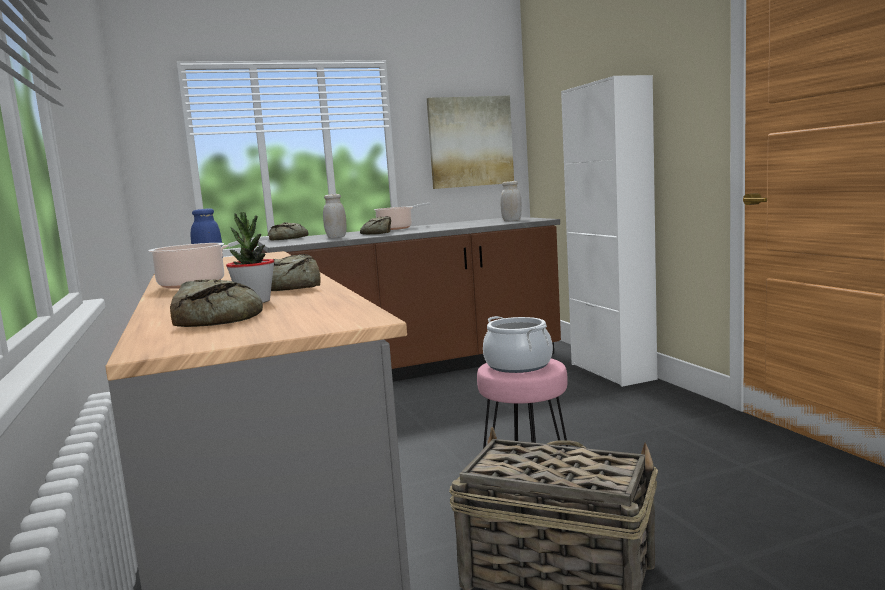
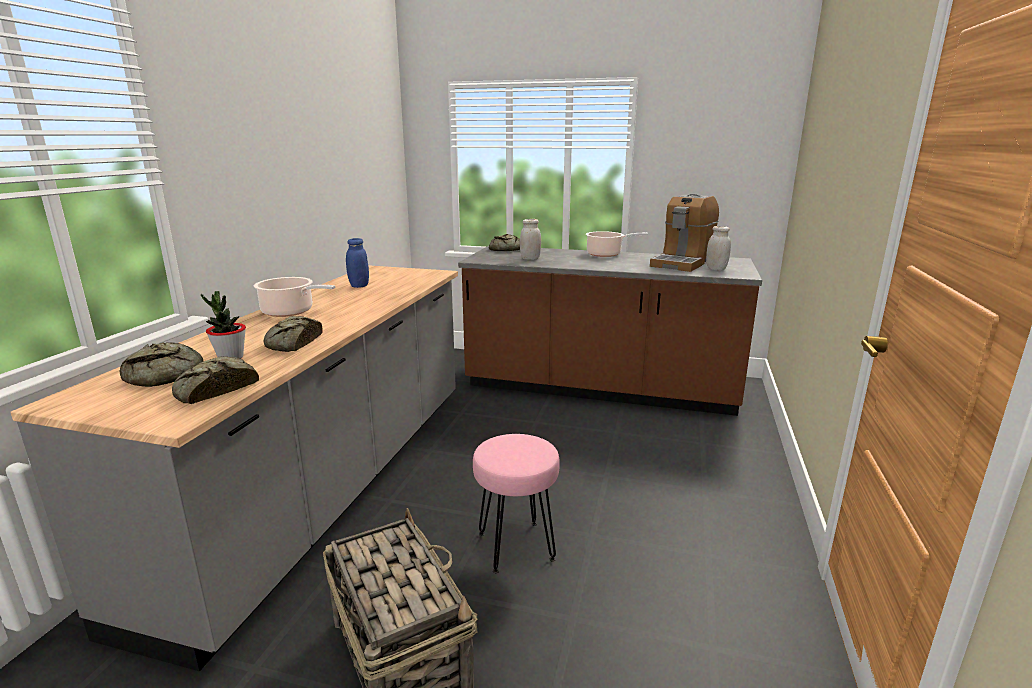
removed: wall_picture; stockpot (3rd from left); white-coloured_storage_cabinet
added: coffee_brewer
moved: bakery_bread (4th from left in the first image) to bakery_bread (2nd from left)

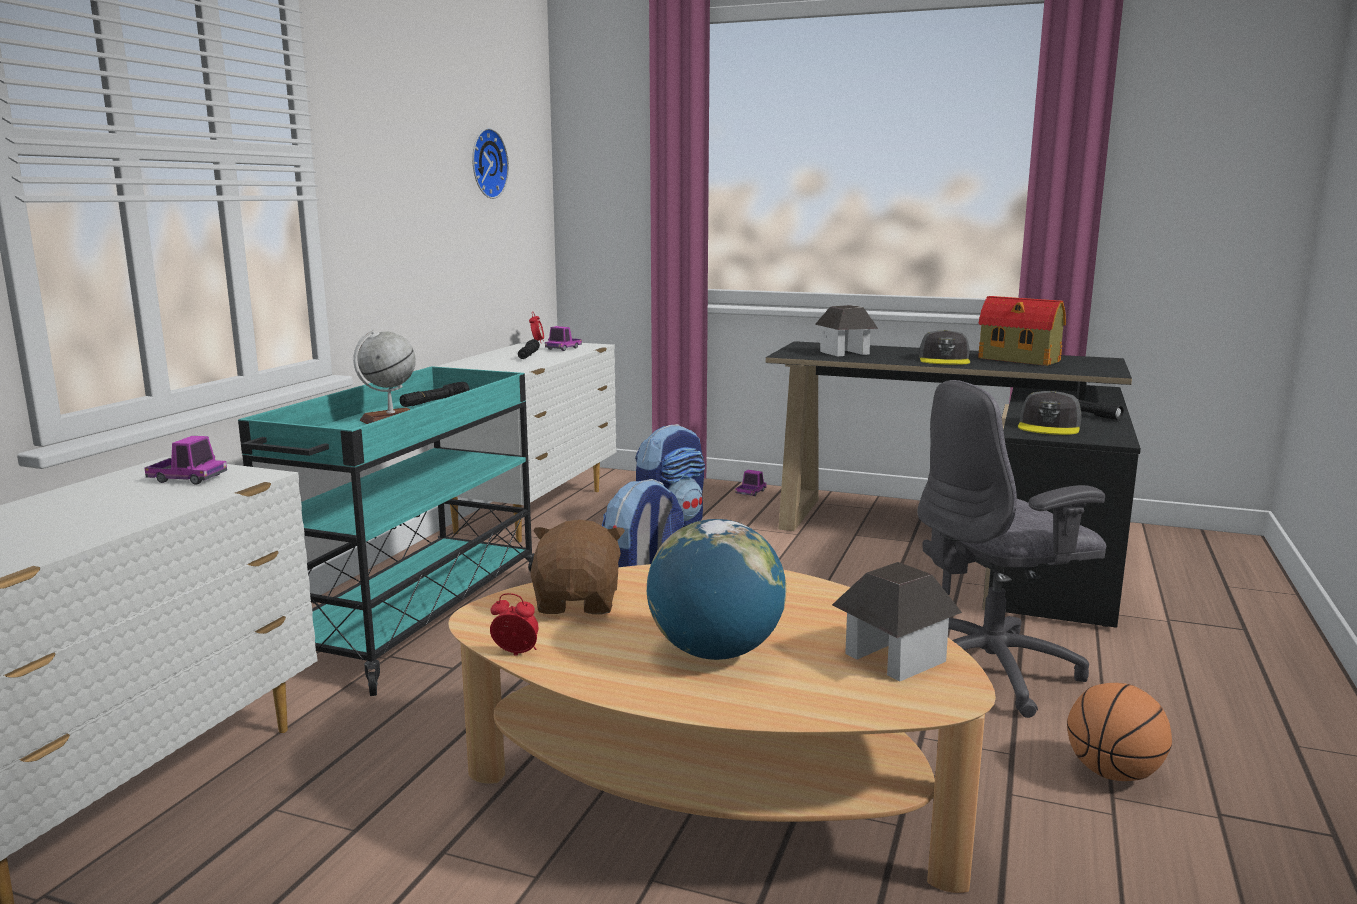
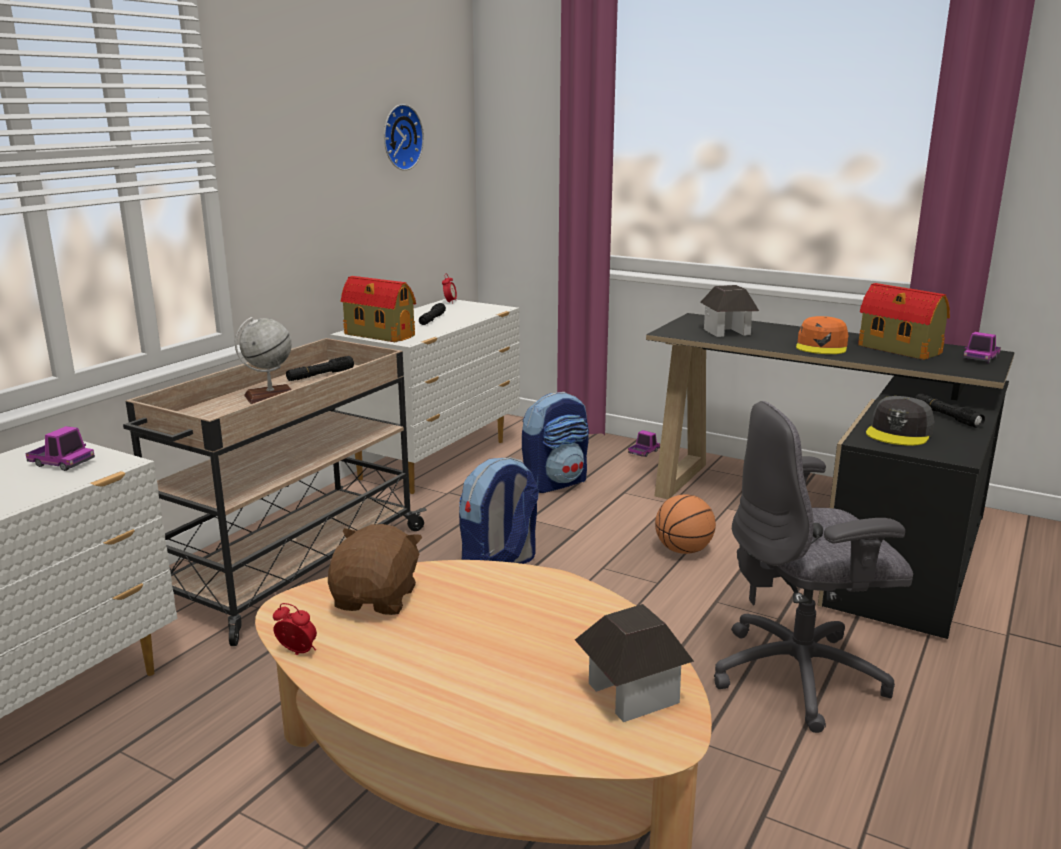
removed: desk_globe (2nd from left)
added: model_house (1st from left)
moved: basketball_ball; model_truck (2nd from left in the first image) to model_truck (3rd from left)
recoloured: blue-green_cart to sand-coloured_cart; greyish_peaked_cap (1st from left) to orange-coloured_peaked_cap

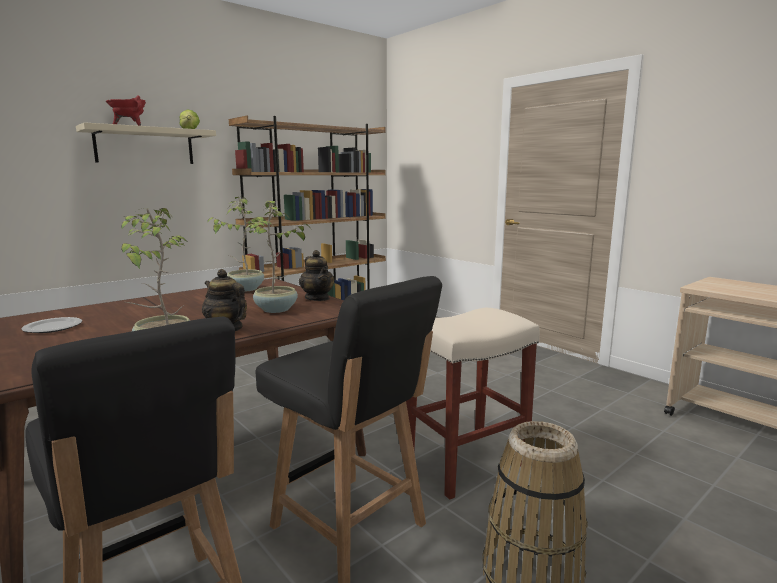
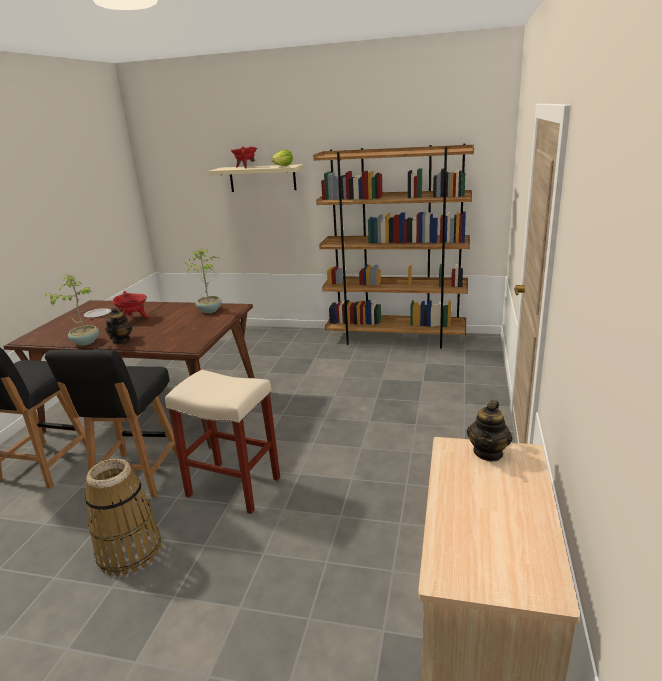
removed: plant_in_a_pot (3rd from left)
added: red-coloured_stockpot (1st from left)
moved: teapot (2nd from left)

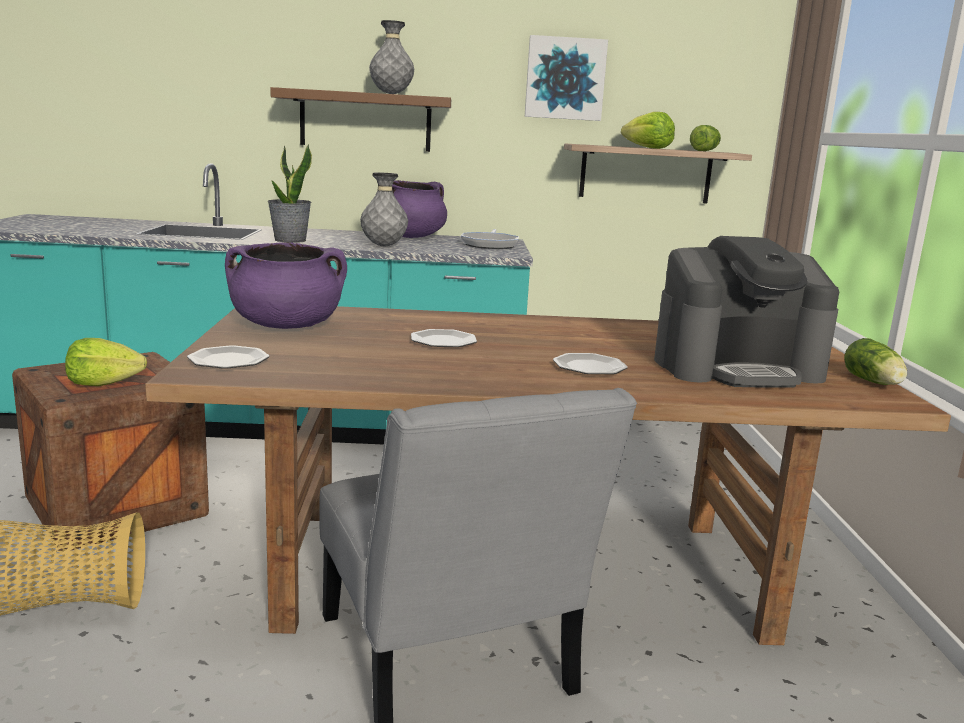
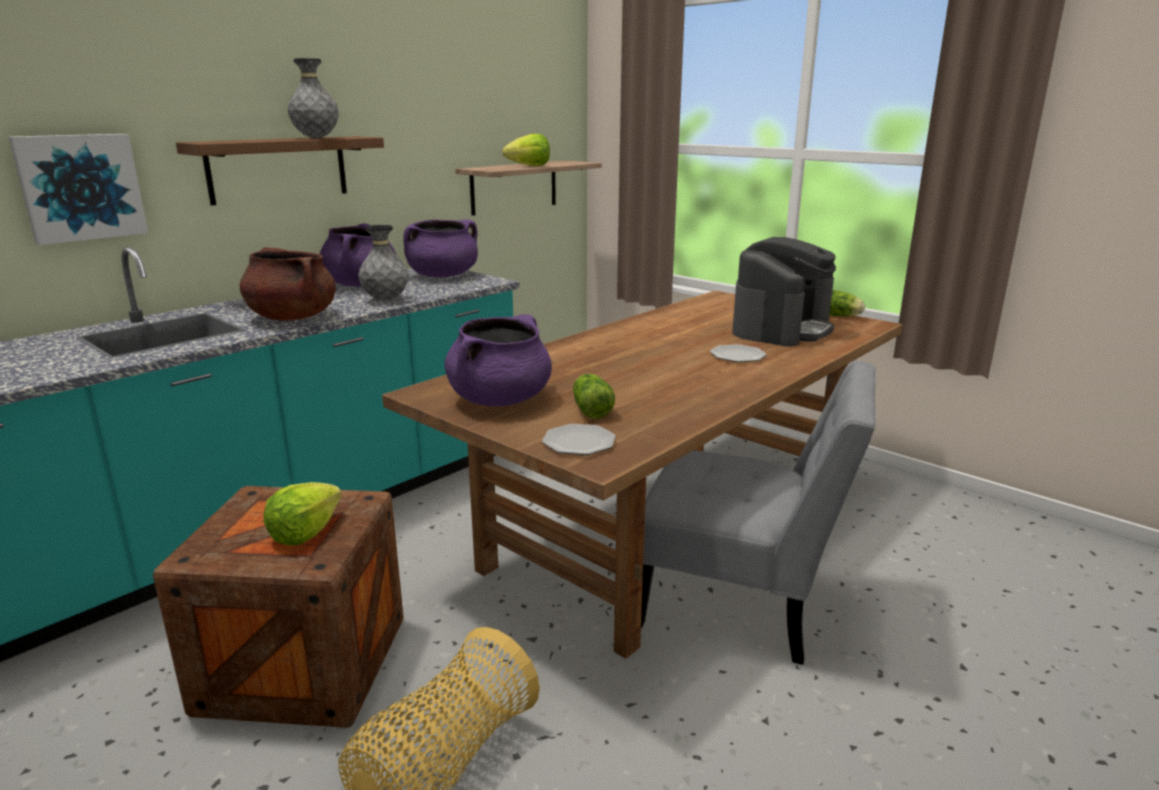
removed: flat_dish (2nd from left)
moved: wall_picture; lettuce (3rd from left)
replaced: plant_in_a_pot to brownish_stockpot; skillet to purple_stockpot (2nd from left)

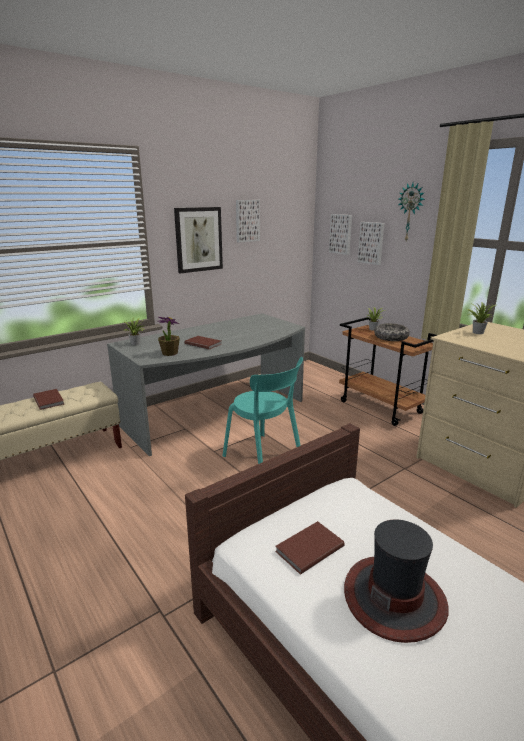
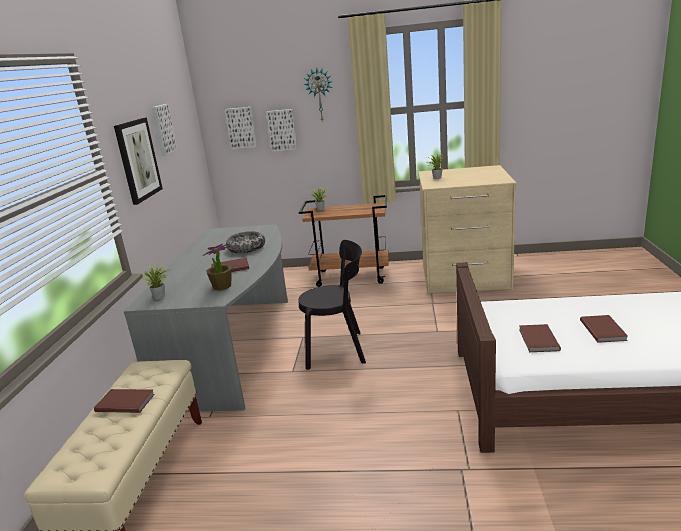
moved: serving_bowl
replaced: hat to brownish_bound_book (4th from left)
recoloured: blue-green_chair to blackish_chair

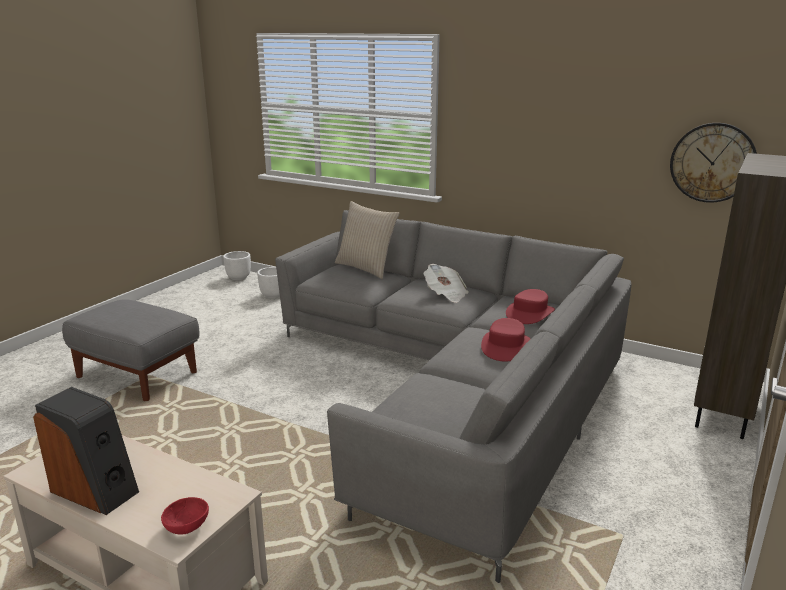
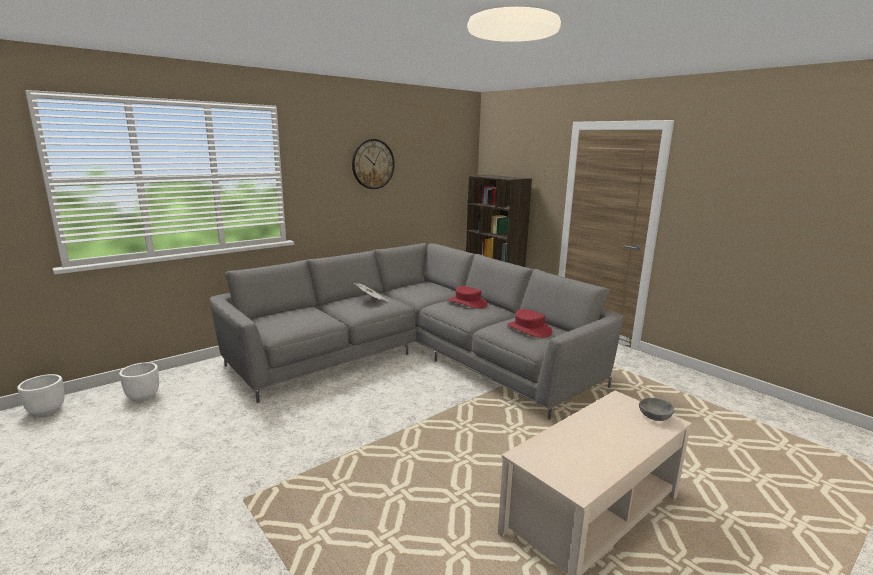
removed: audio_speaker; greyish_footrest; sand-coloured_throw_pillow
moved: wall_clock; red-coloured_hat (2nd from left)
recoloured: red-coloured_serving_bowl to greyish_serving_bowl

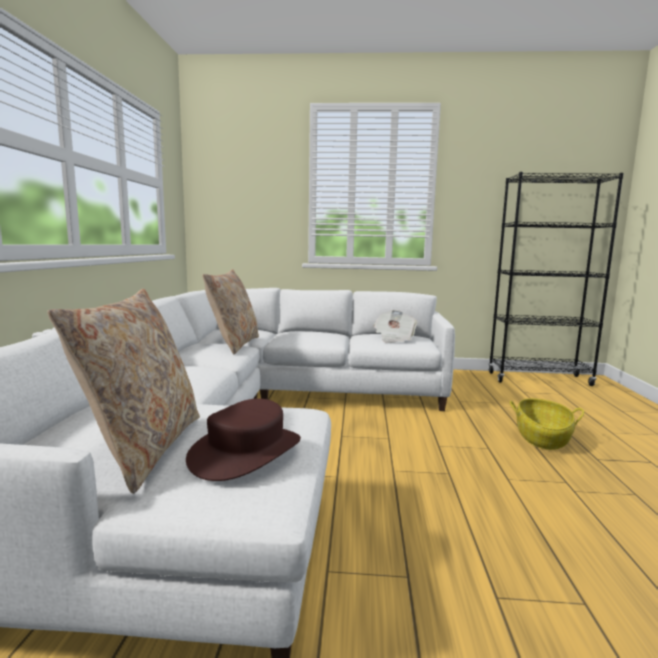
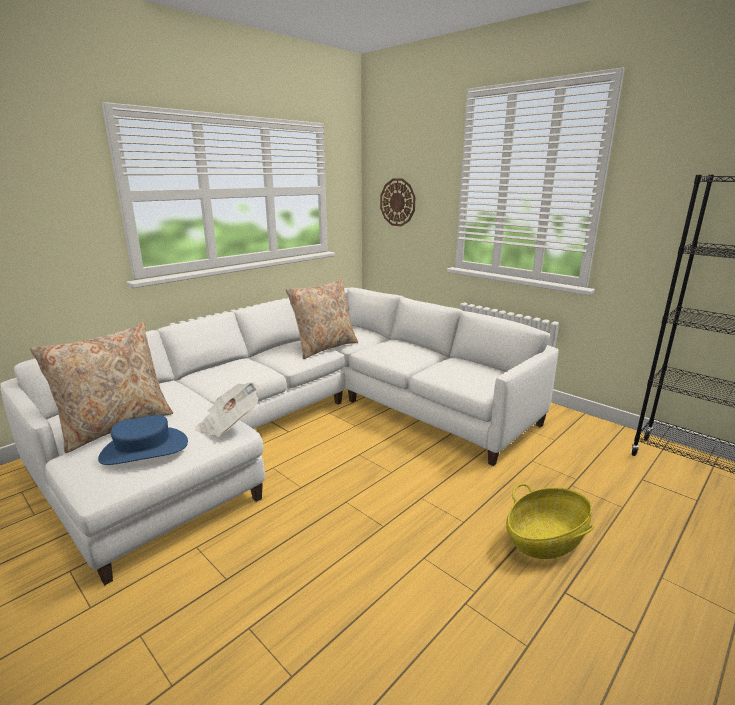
added: wall_clock
moved: printed_paper
recoloured: brownish_hat to blue-coloured_hat

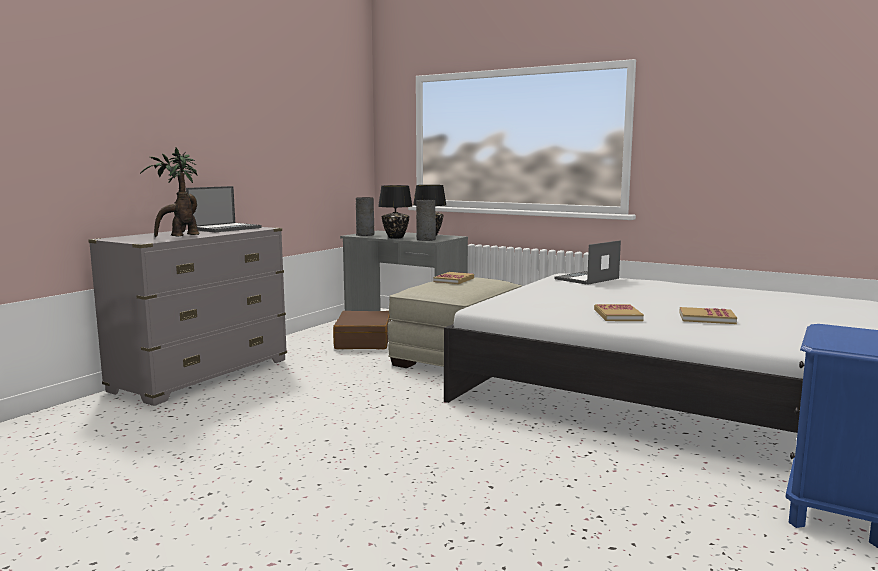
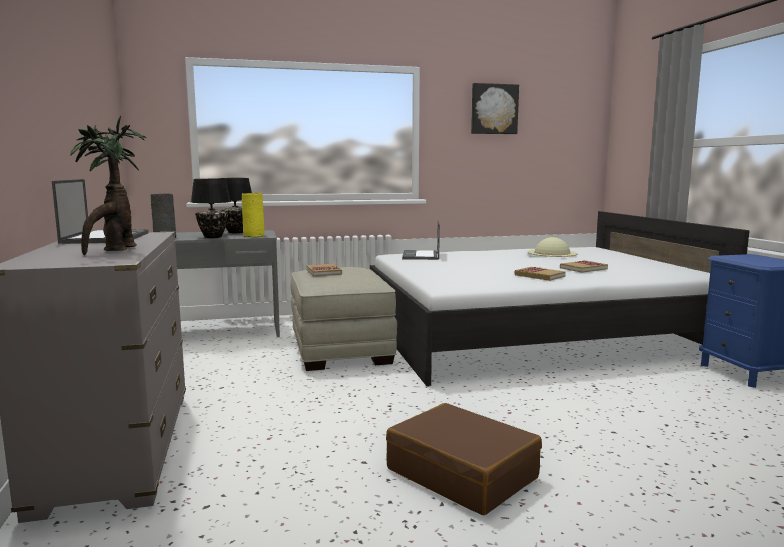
added: wall_picture; sand-coloured_hat
moved: brownish_suitcase
recoloured: greyish_vase (2nd from left) to yellowish_vase

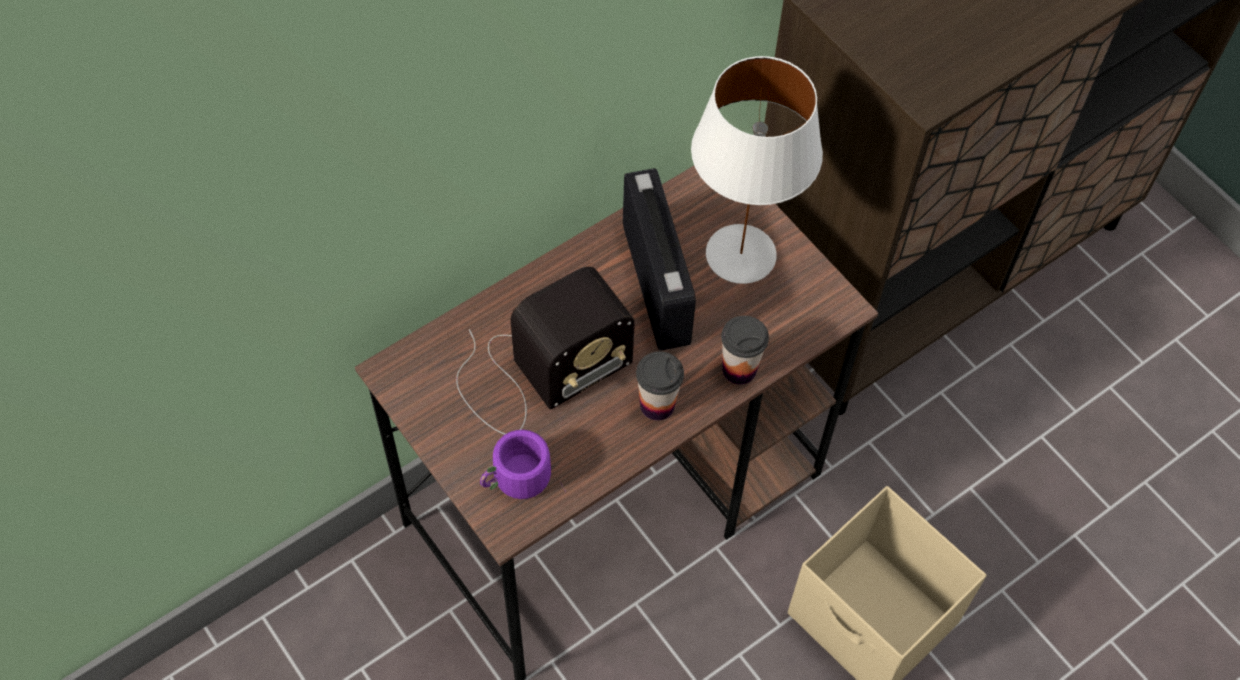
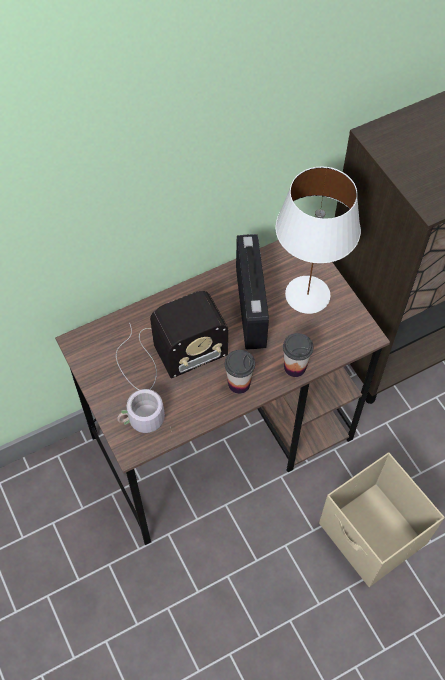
recoloured: purple_coffee_mug to greyish_coffee_mug

